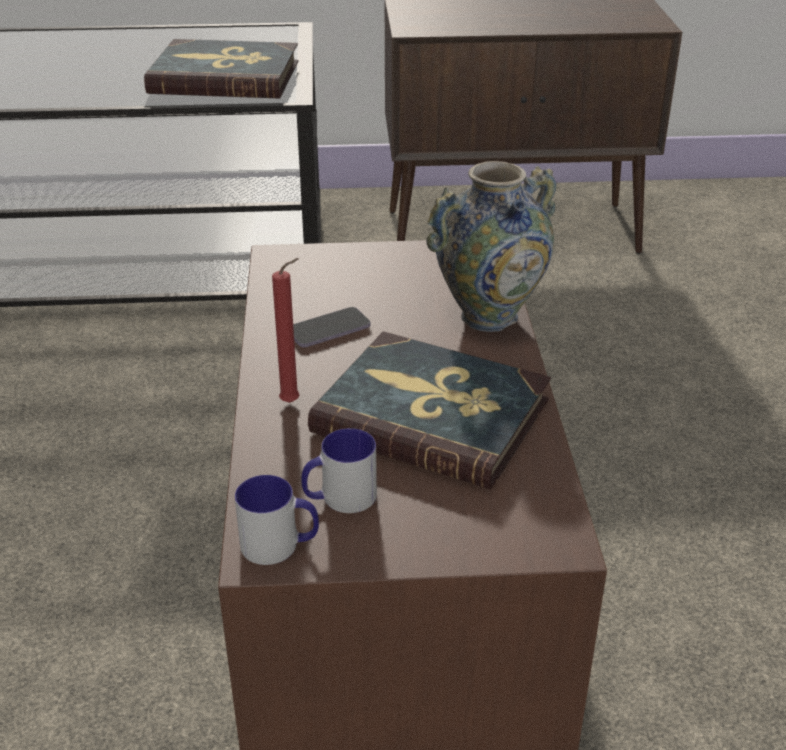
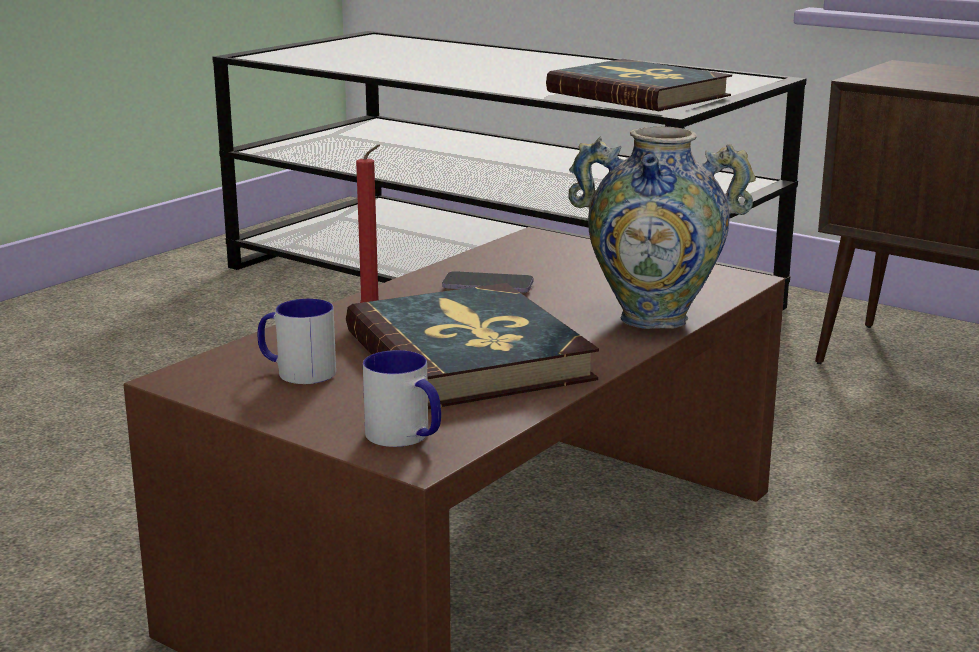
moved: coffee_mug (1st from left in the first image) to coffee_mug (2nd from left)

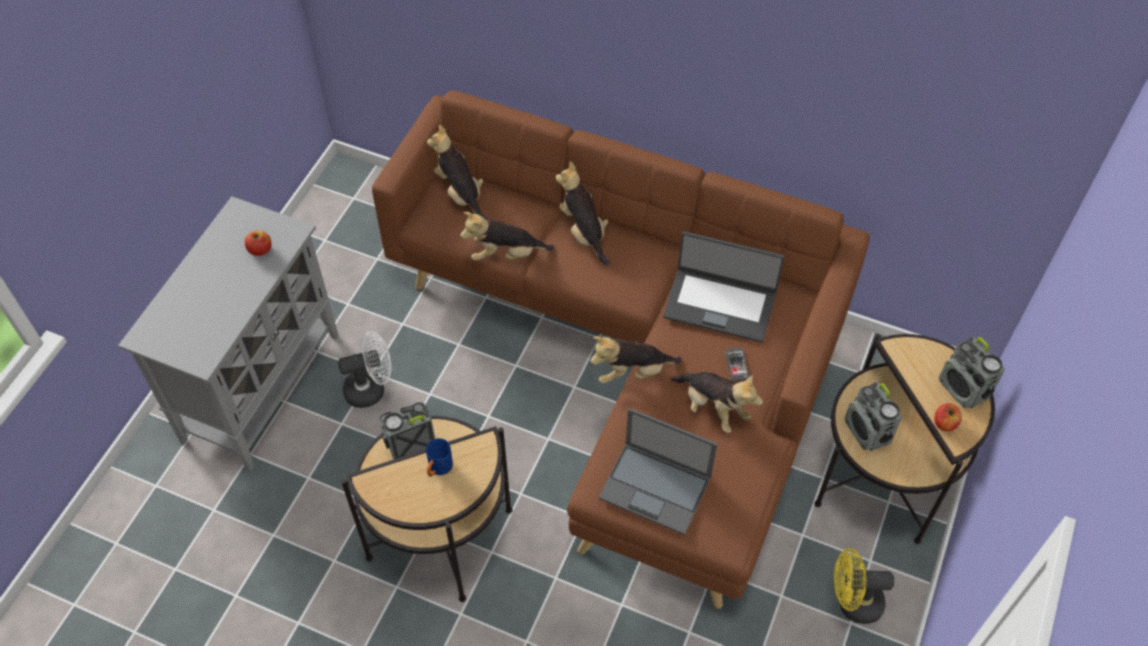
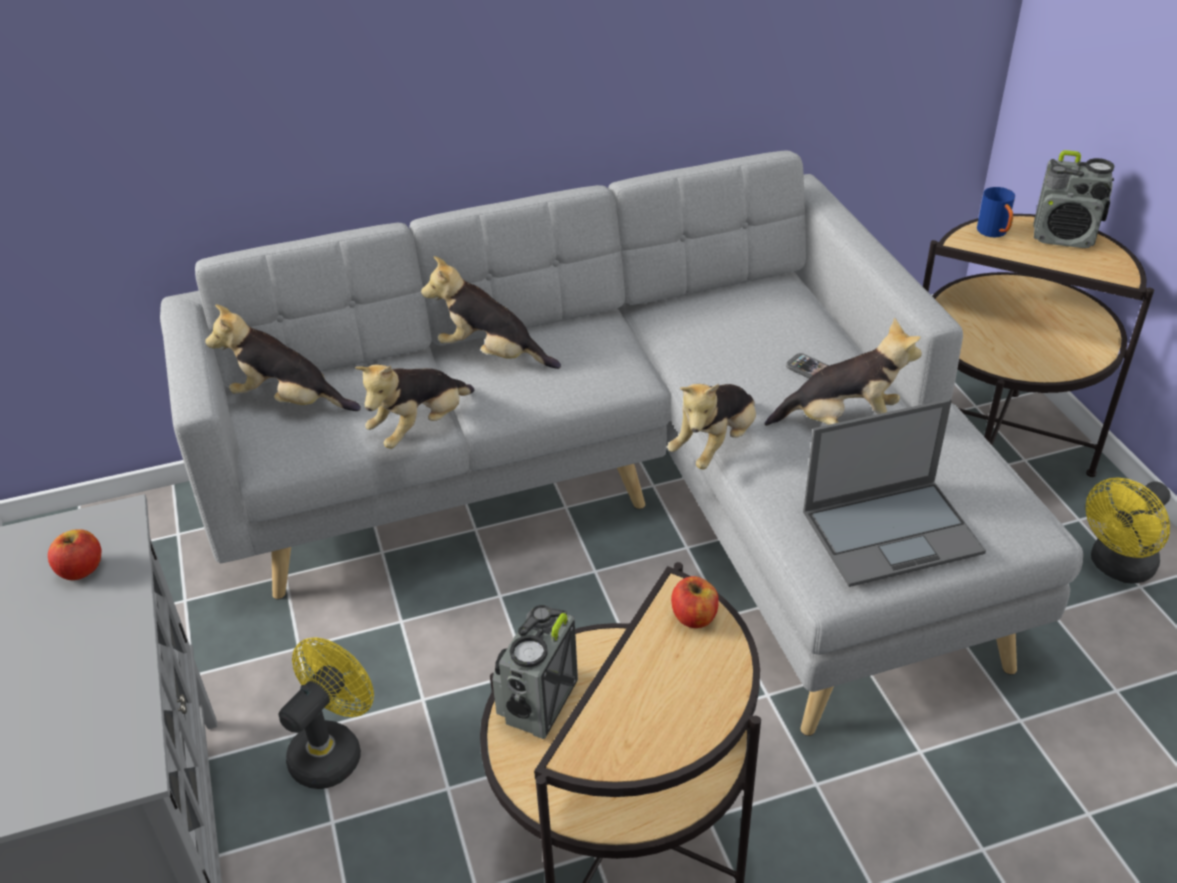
removed: portable_computer (2nd from left); radio_set (2nd from left)
moved: apple_fruit (2nd from left); blue-coloured_coffee_mug
recoloured: brownish_sofa to greyish_sofa; white-coloured_fan to yellowish_fan (1st from left)

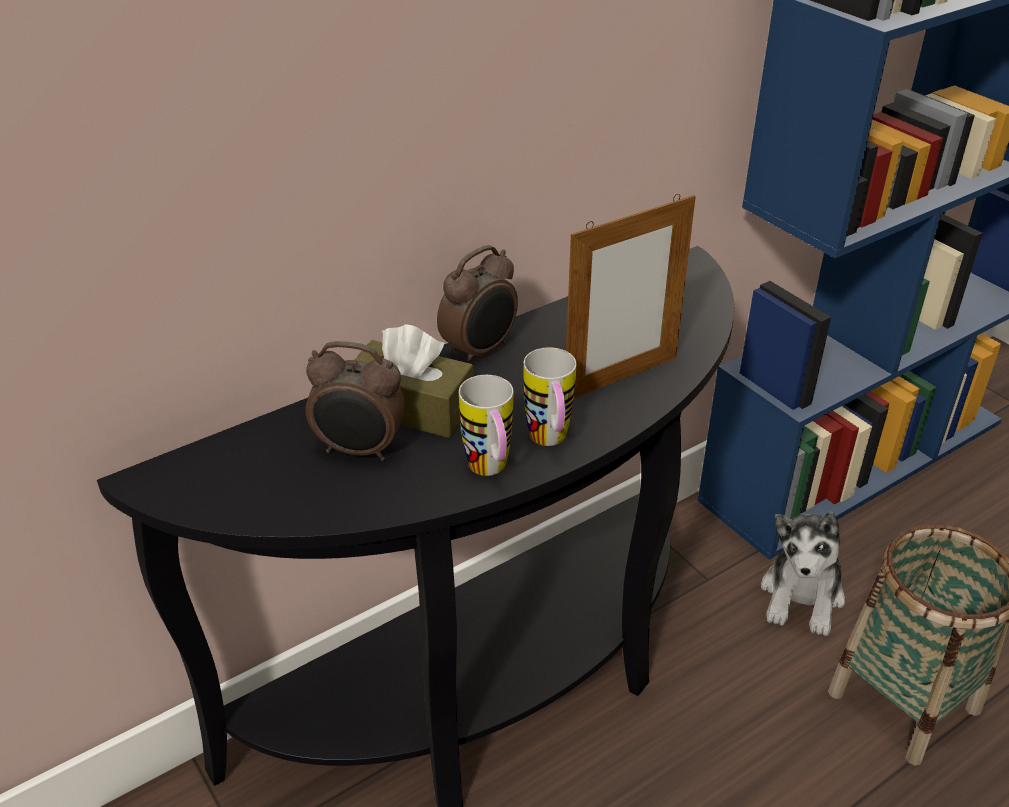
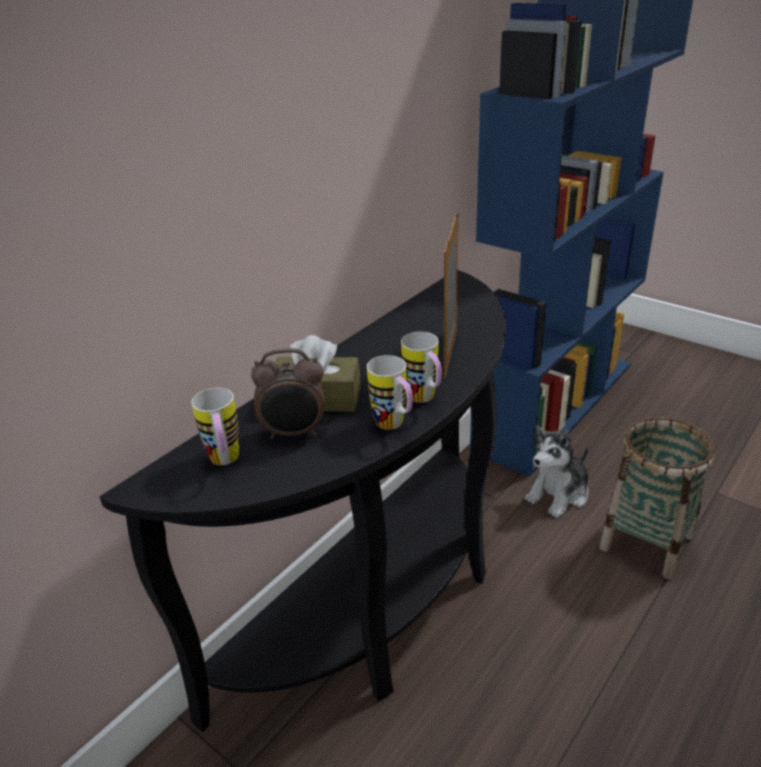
removed: bedside_clock (2nd from left)
added: coffee_mug (1st from left)
turned: picture_frame 150 degrees clockwise; soft_toy 45 degrees clockwise

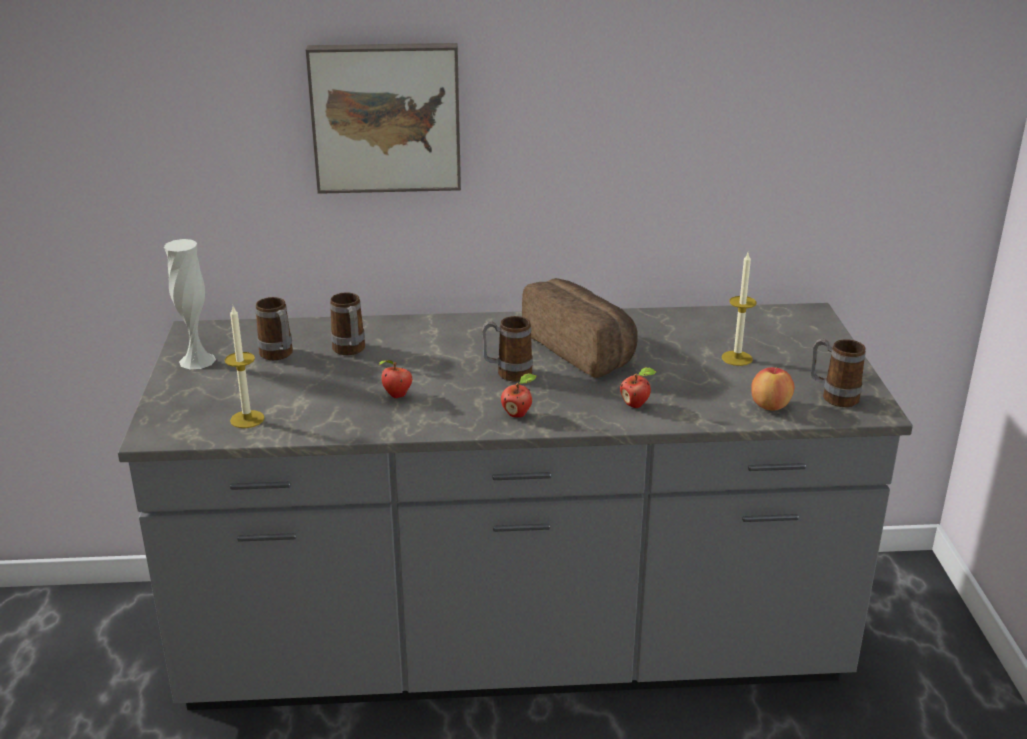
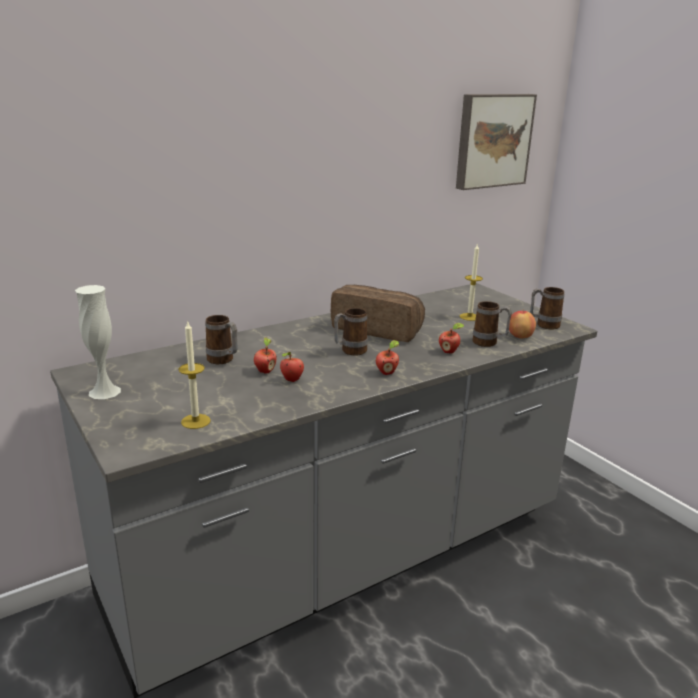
added: apple_fruit (1st from left)
moved: wall_picture; coffee_mug (1st from left in the first image) to coffee_mug (3rd from left)

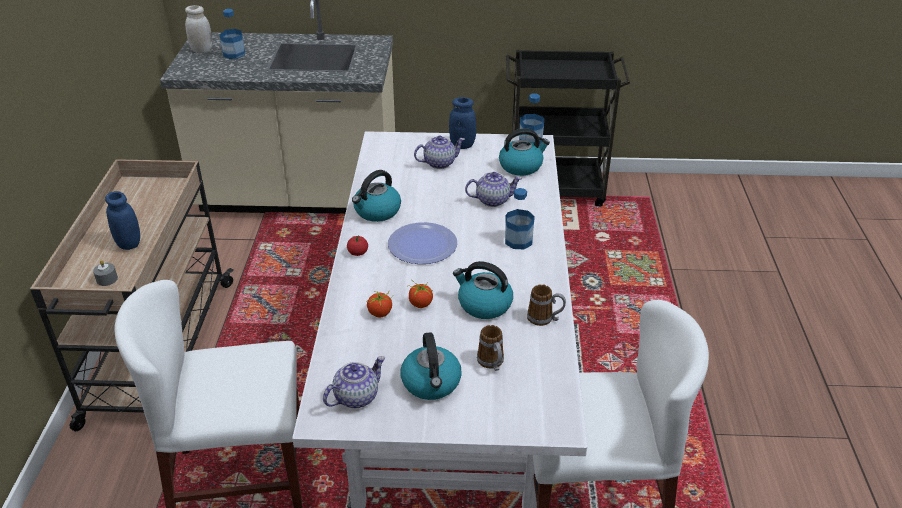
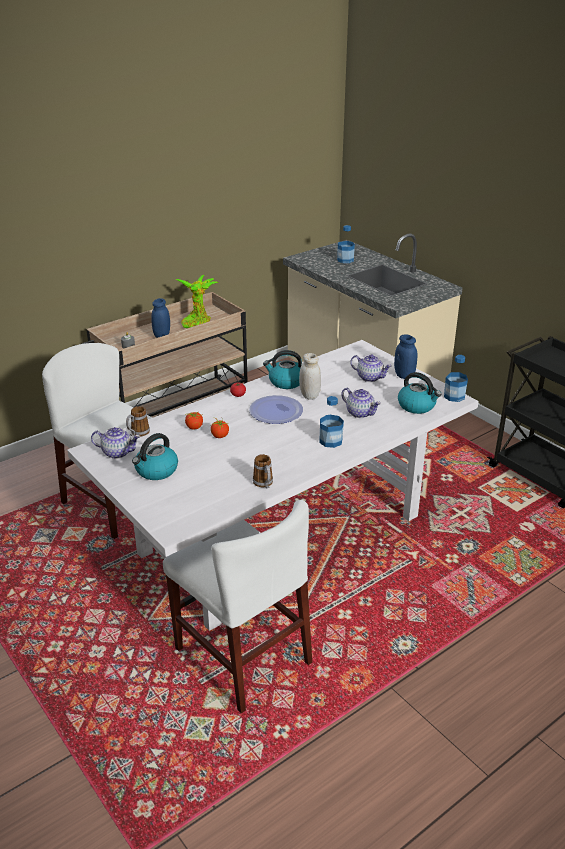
removed: water_kettle (3rd from left)
added: plant_in_a_pot
moved: coffee_mug (1st from left); white-coloured_jar

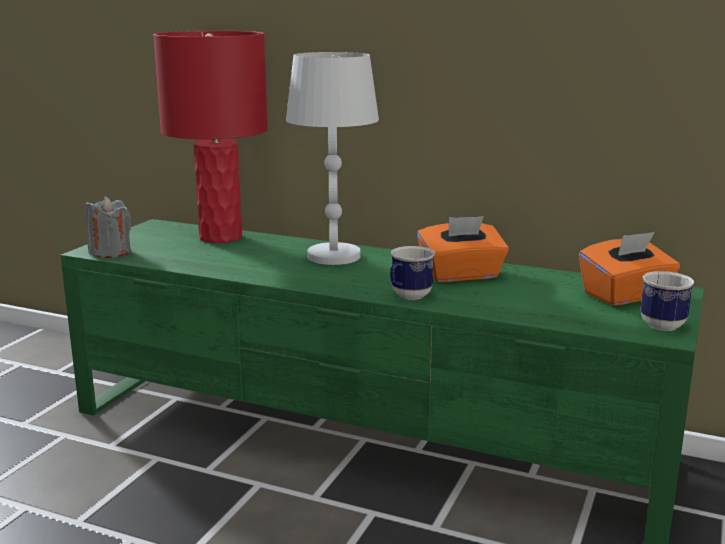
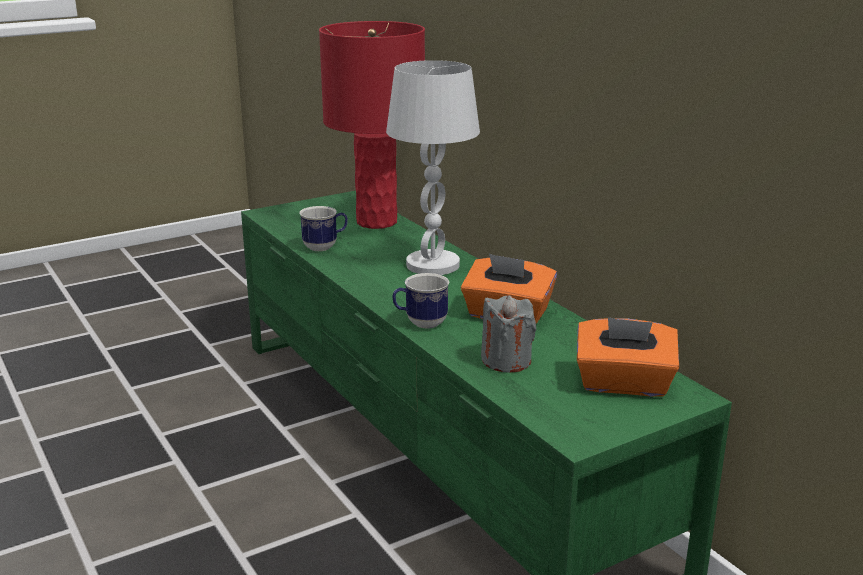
moved: coffee_mug (2nd from left in the first image) to coffee_mug (1st from left); greyish_wax_light

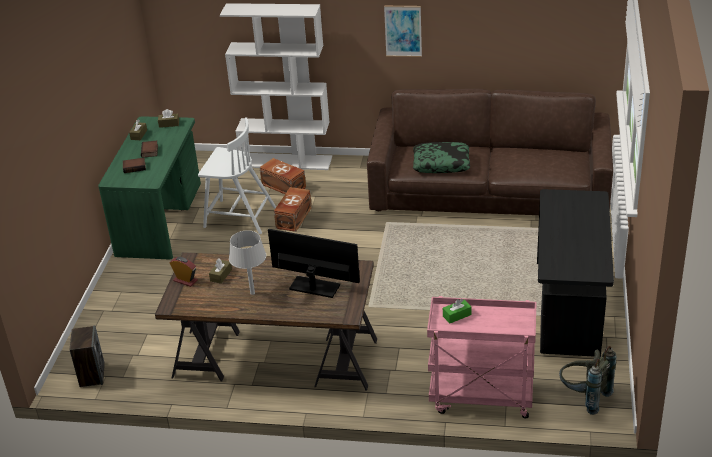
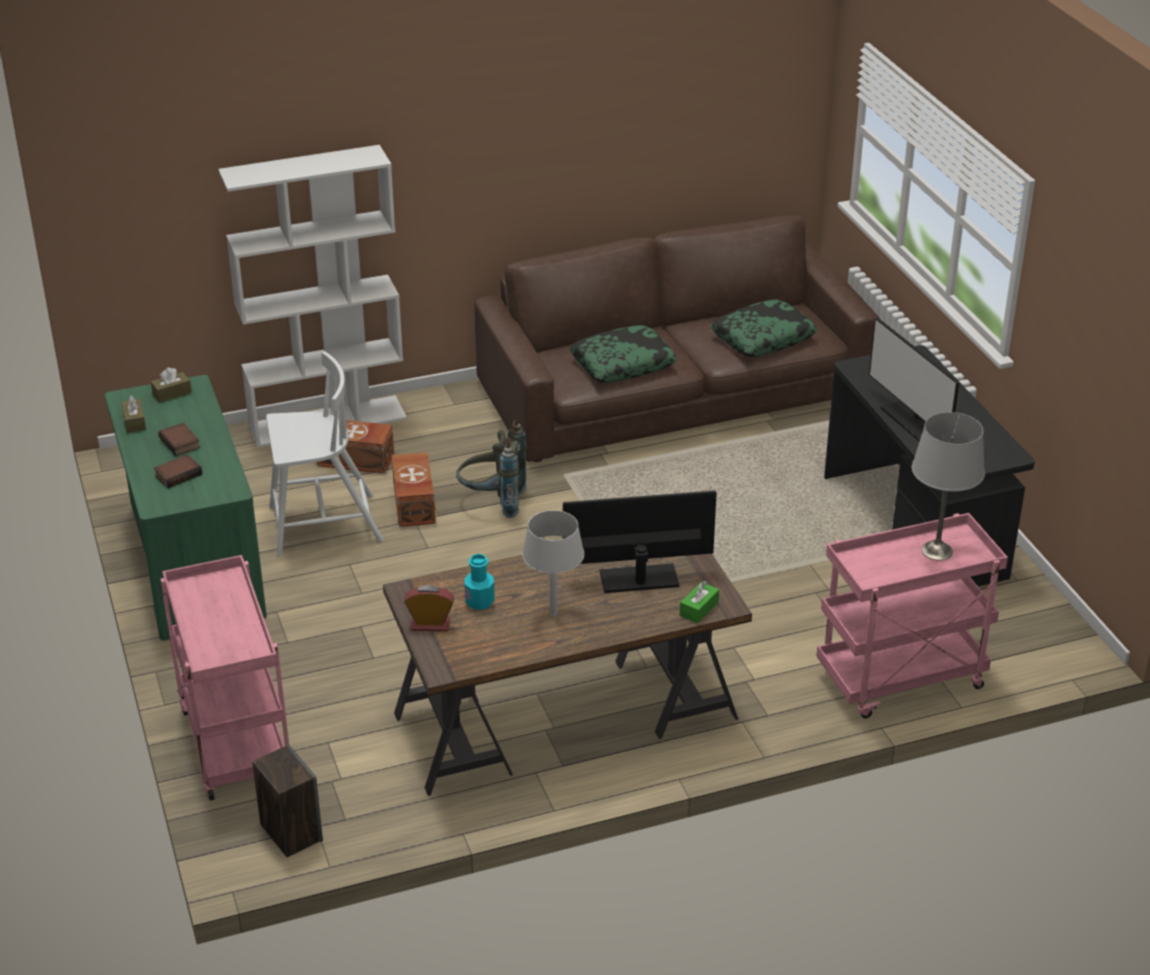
removed: wall_picture
added: pinkish_cart (1st from left); throw_pillow (2nd from left); computer_screen (2nd from left); greyish_tabletop_lamp (2nd from left)
moved: greyish_rucksack; green_box_of_tissues
replaced: brownish_box_of_tissues (3rd from left) to blue-green_drink_bottle

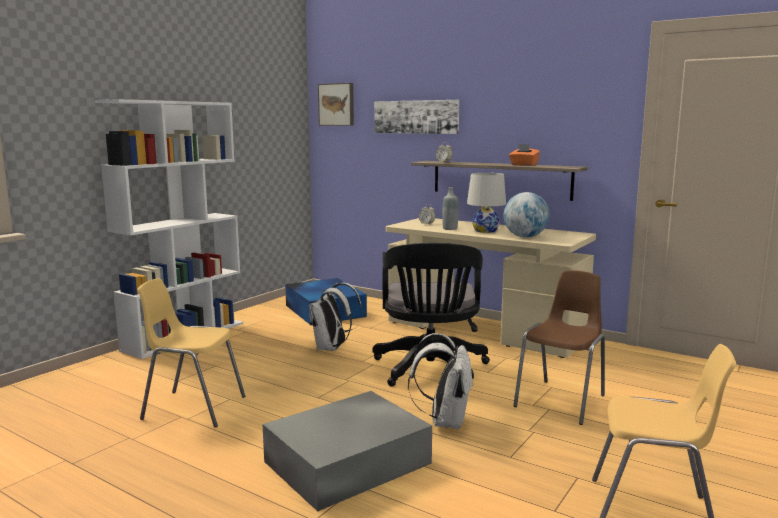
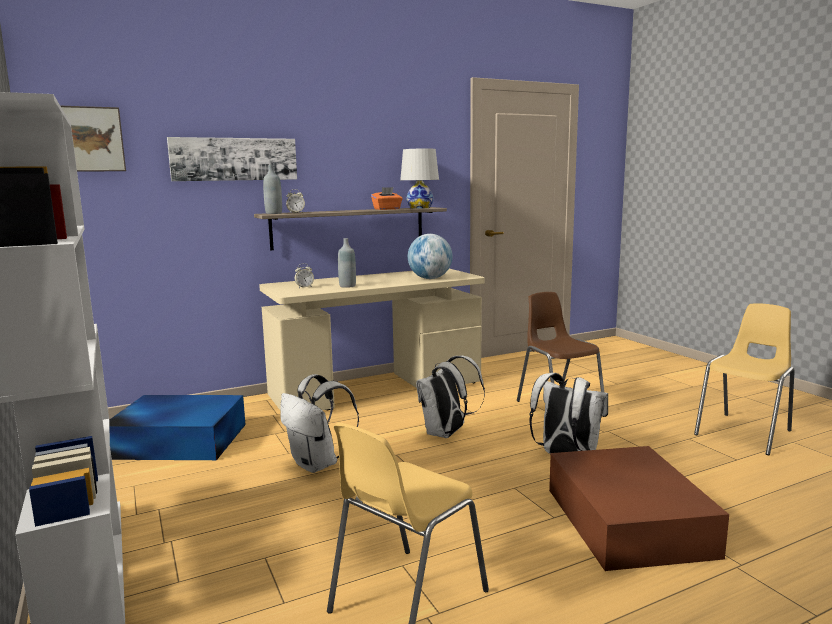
added: greyish_drink_bottle (1st from left)
moved: white-coloured_tabletop_lamp
replaced: blackish_office_chair to white-coloured_rucksack (2nd from left)
recoloured: greyish_storage_box to brownish_storage_box

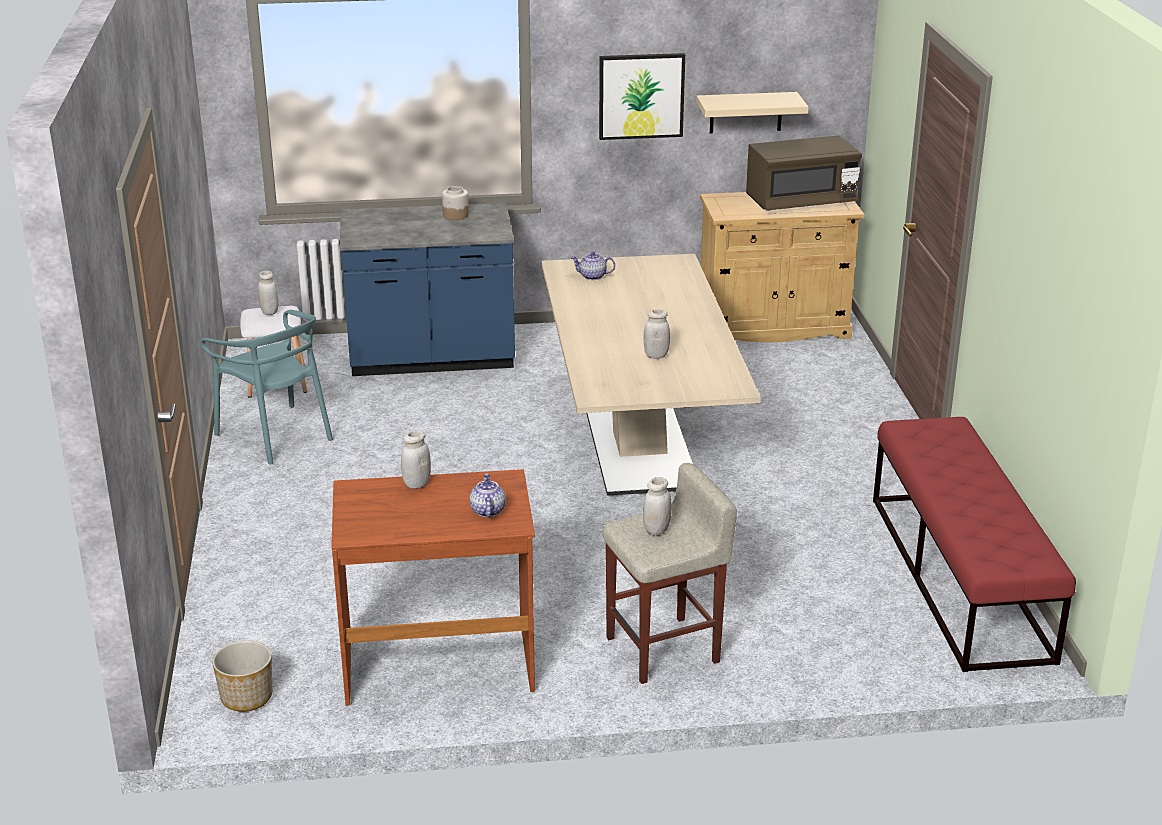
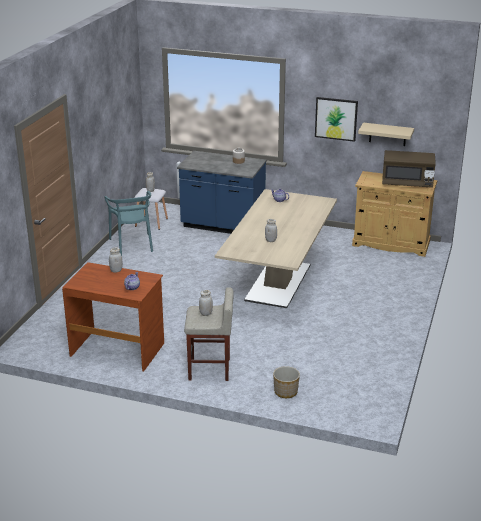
removed: red-coloured_bench
moved: flower_pot

